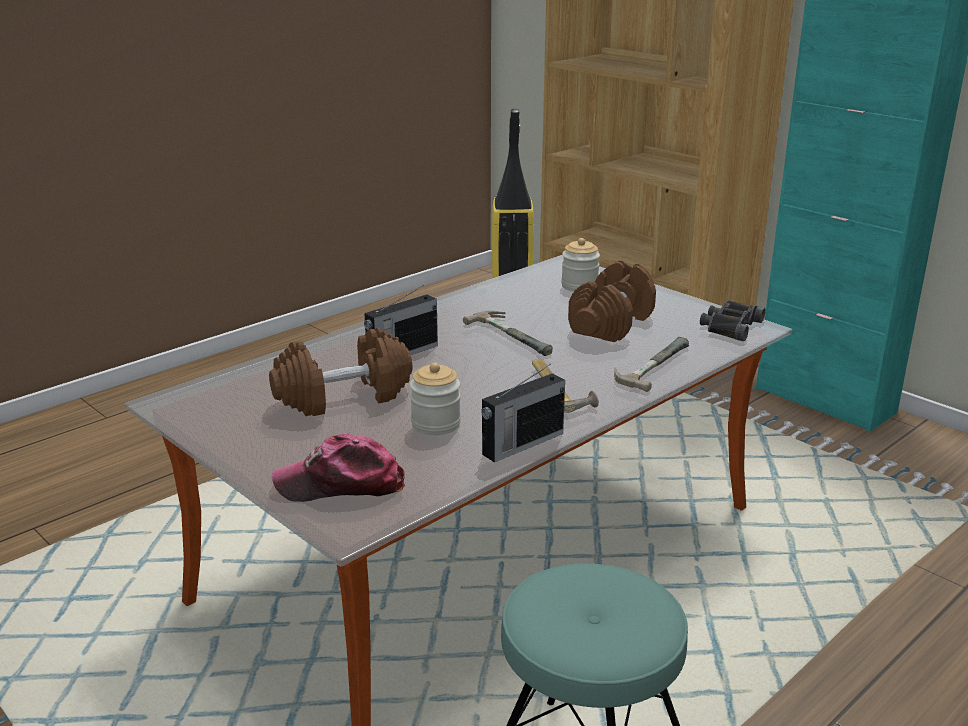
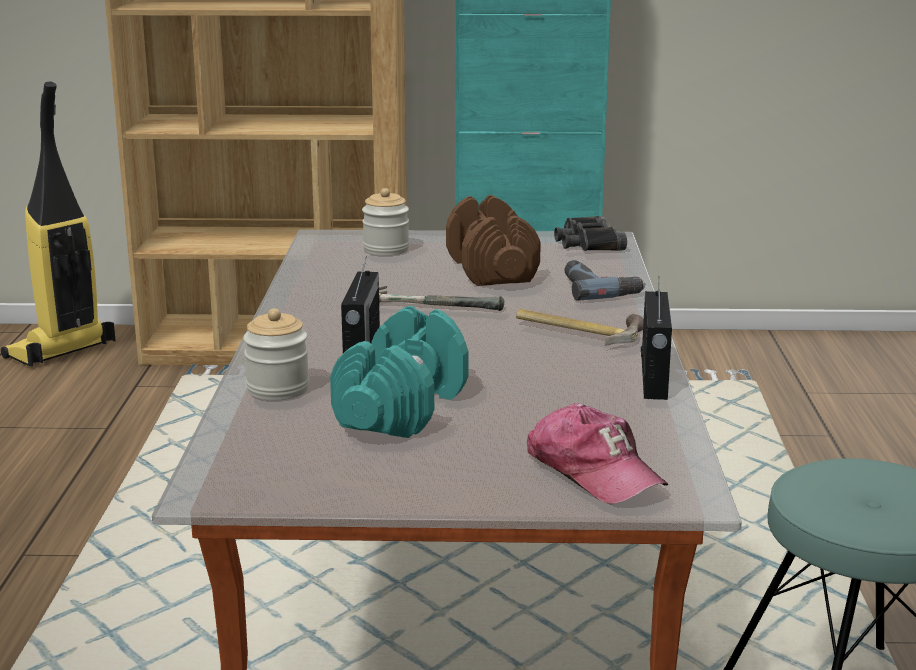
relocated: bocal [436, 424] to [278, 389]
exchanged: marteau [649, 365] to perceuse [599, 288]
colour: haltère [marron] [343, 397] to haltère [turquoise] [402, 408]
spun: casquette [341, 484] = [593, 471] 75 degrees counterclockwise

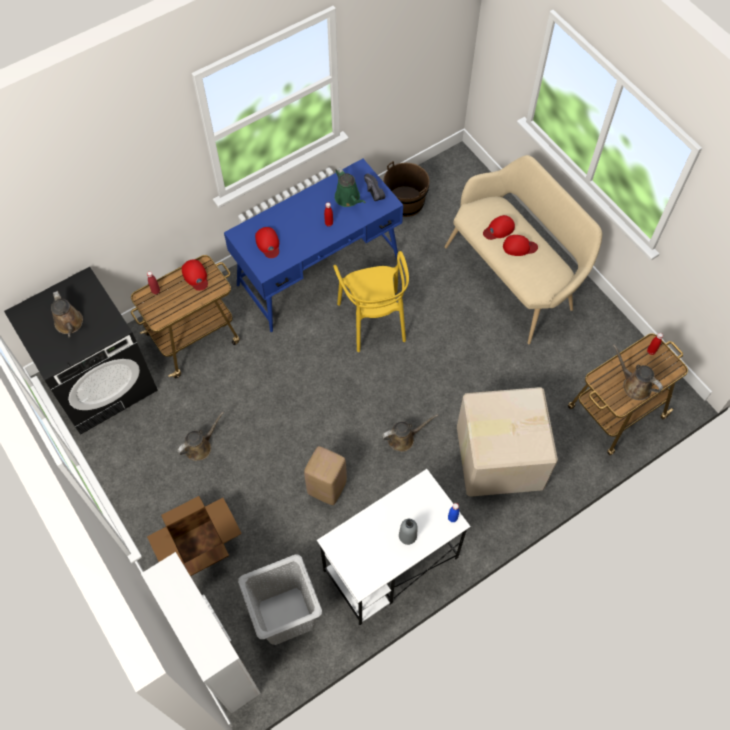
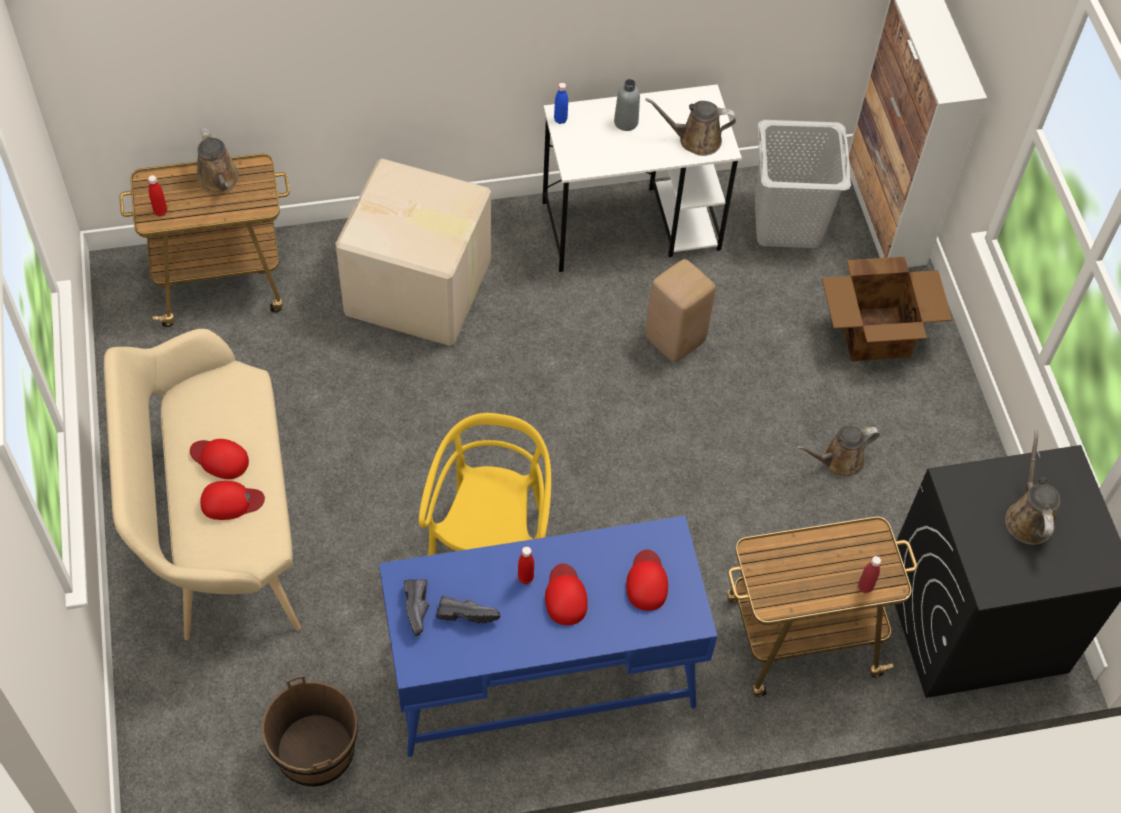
relocated: casquette [rouge] [195, 276] to [565, 596]; arrosoir [marron] [403, 438] to [695, 140]
exchanged: arrosoir [vert] [348, 199] to chaussure [noir] [467, 612]

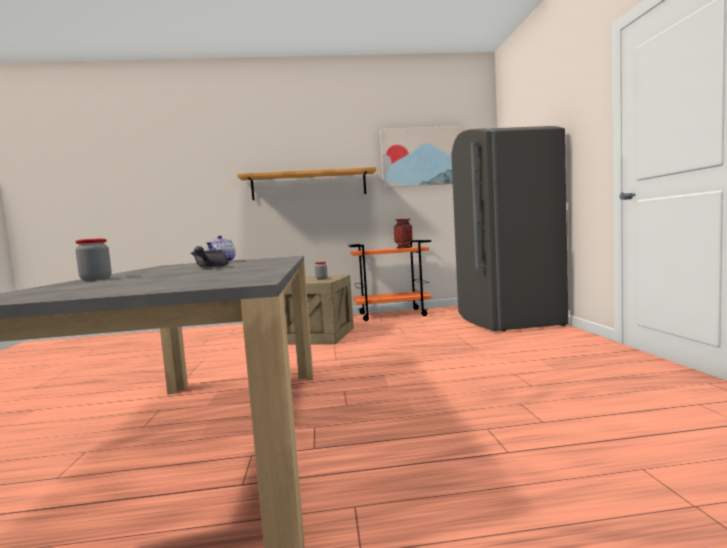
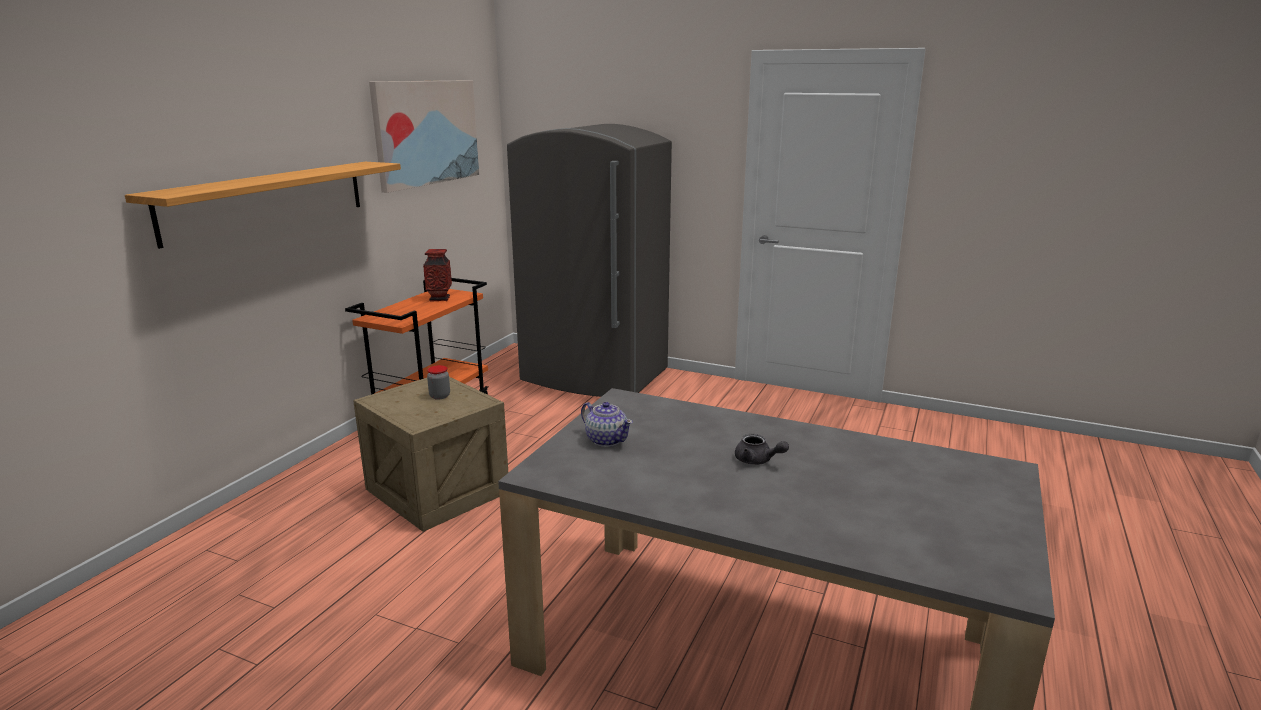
missing: bocal [96, 279]

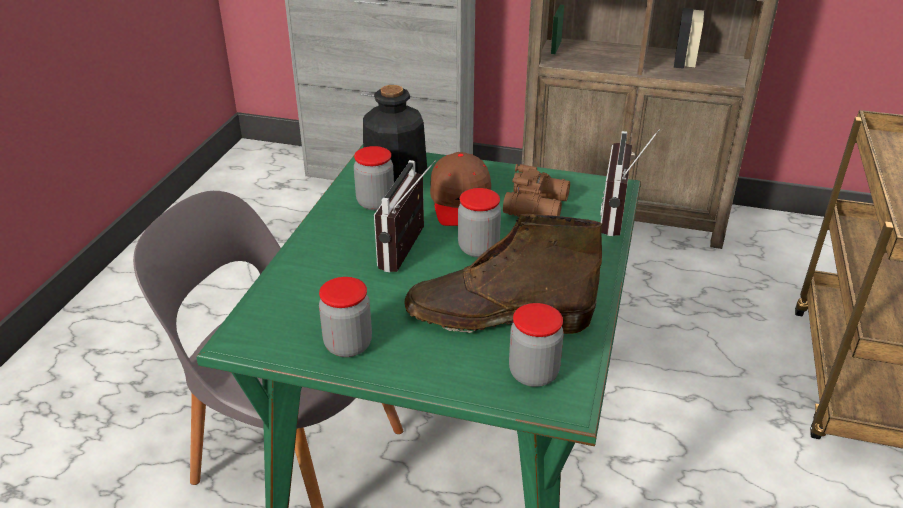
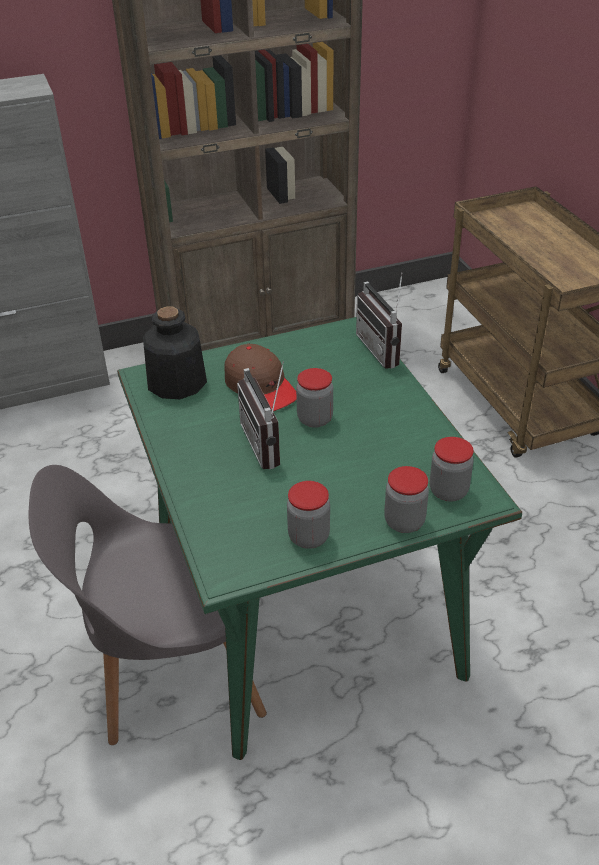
missing: botte [marron] [496, 316]; jumelles [marron] [538, 206]
relocated: bocal [375, 203] to [404, 522]

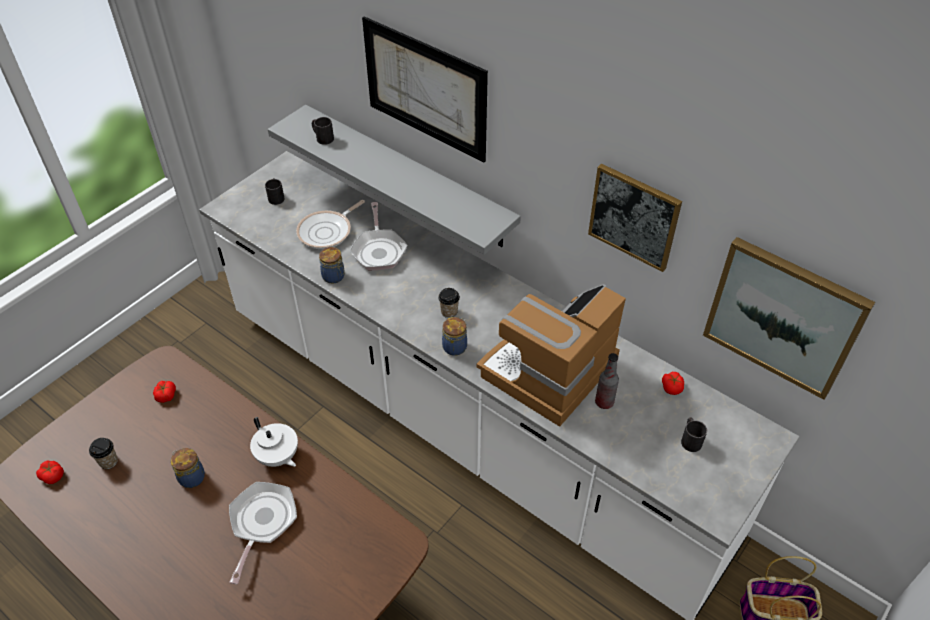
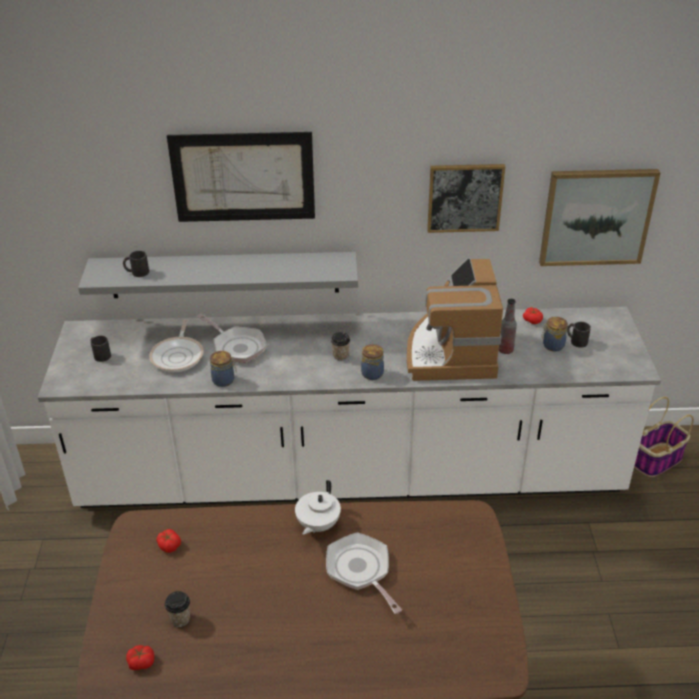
relocated: bocal [191, 477] to [552, 345]
spun: théière [blanc] [277, 457] = [317, 525] 105 degrees clockwise

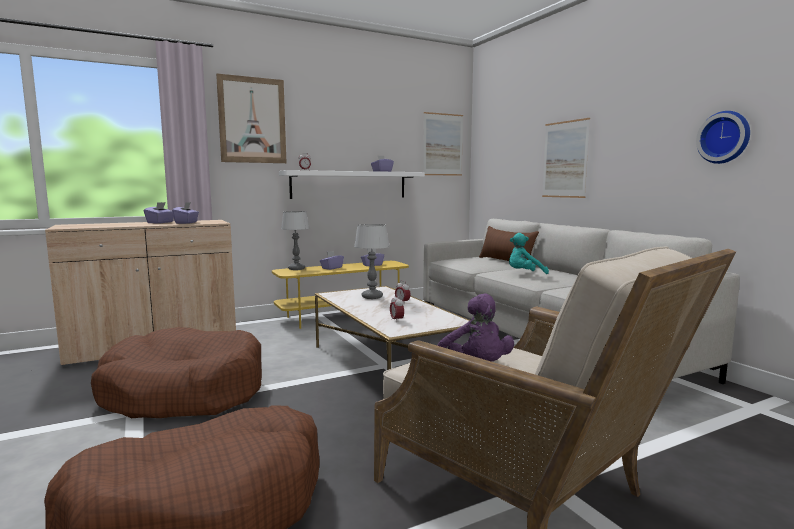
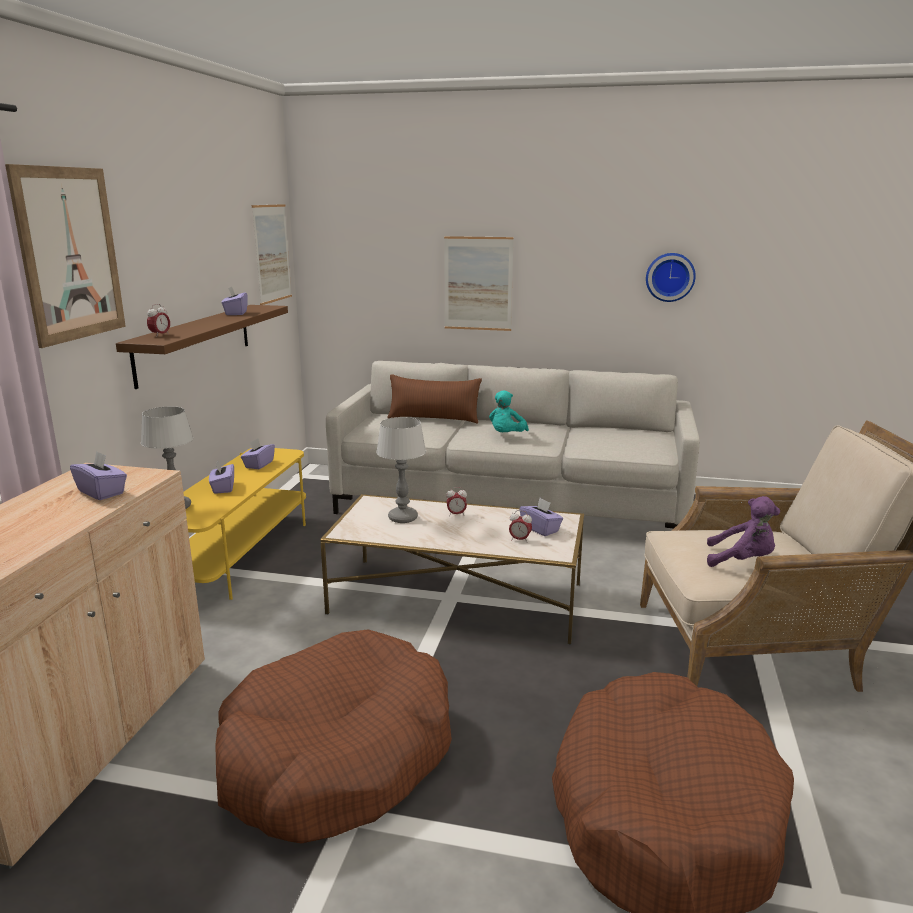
relocated: boîte à mouchoirs [violet] [160, 222] to [540, 529]
colour: étagère [blanc] [349, 185] to étagère [marron] [195, 343]

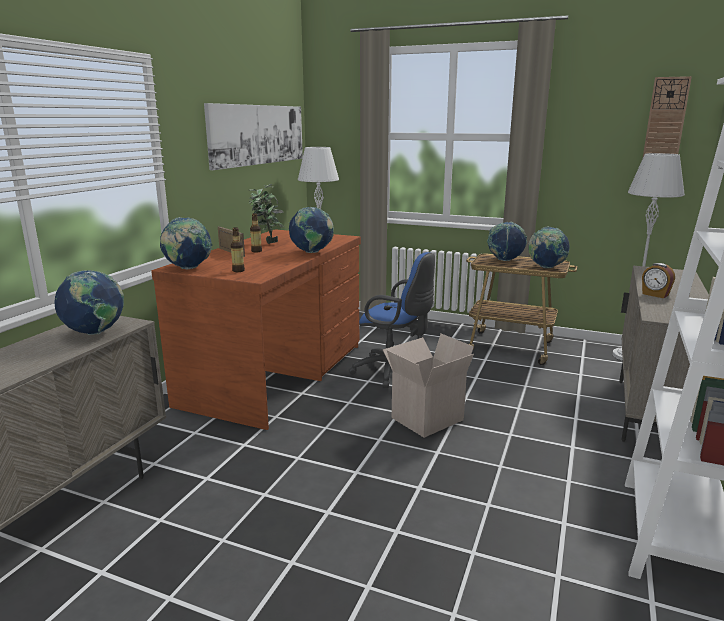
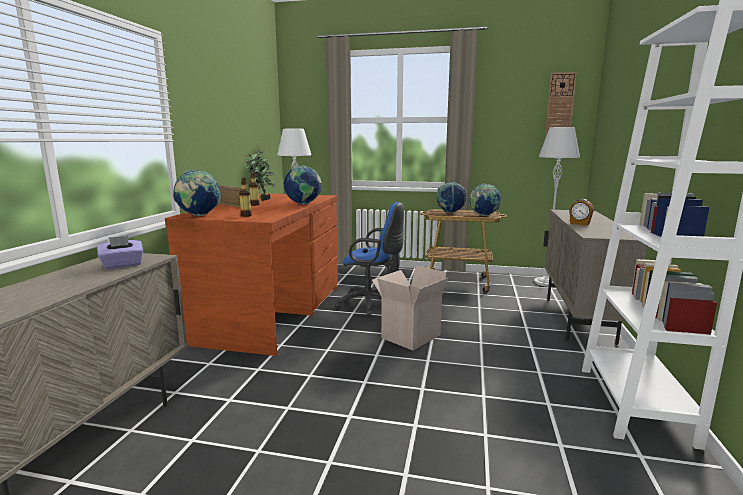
missing: tableau [258, 134]
exchanged: globe [95, 333] to boîte à mouchoirs [violet] [122, 265]

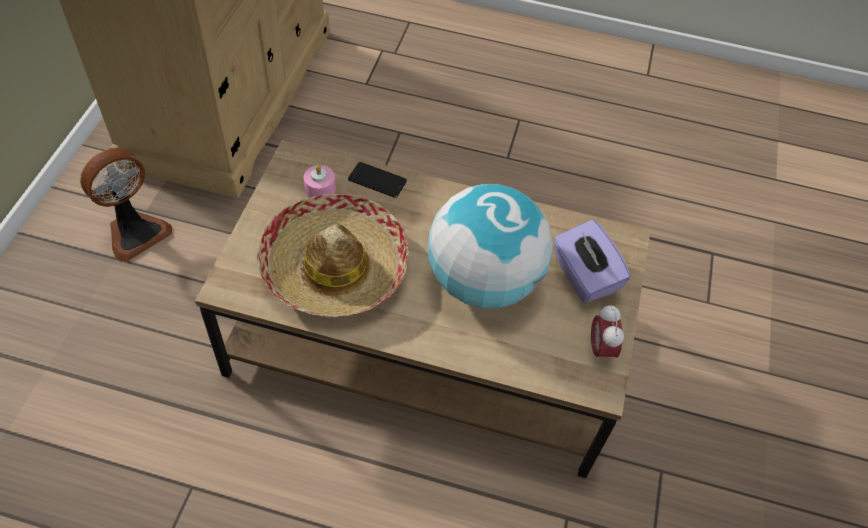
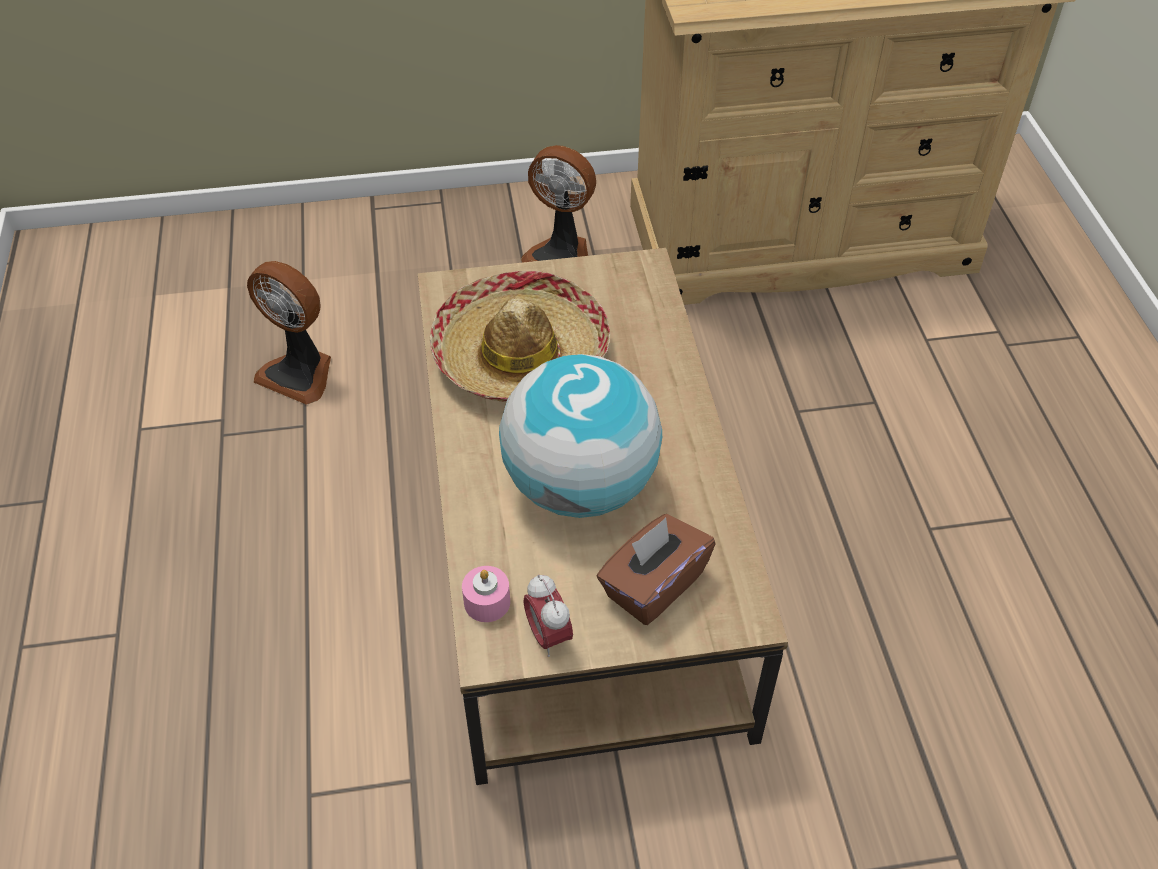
missing: téléphone [377, 180]
appeared: ventilateur [300, 373]
relocated: bougie [rose] [320, 190] to [487, 602]
colour: boîte à mouchoirs [violet] [583, 276] to boîte à mouchoirs [marron] [653, 585]
spun: réveil [600, 349] = [548, 636] 90 degrees counterclockwise

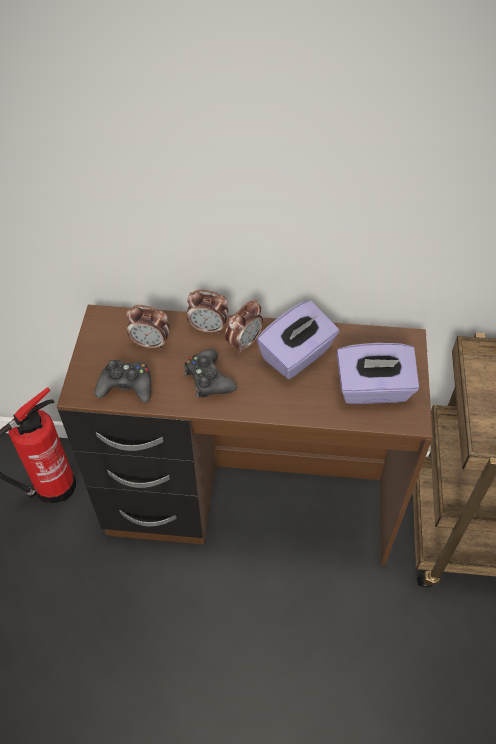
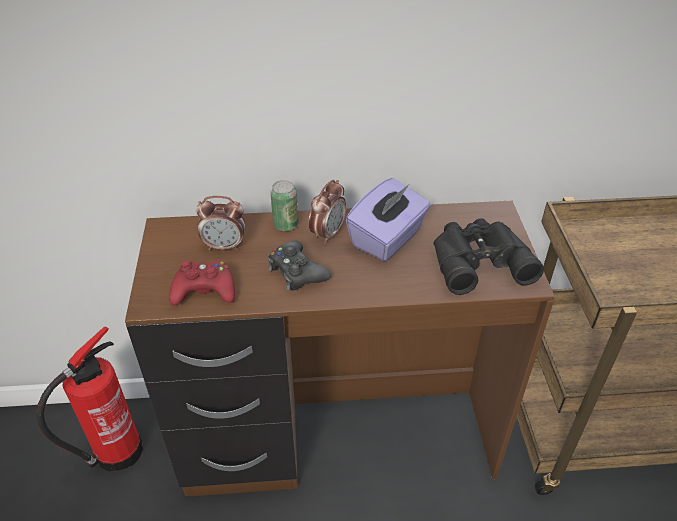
exchanged: réveil [208, 328] to boîte métallique [286, 225]; boîte à mouchoirs [violet] [373, 389] to jumelles [noir] [477, 260]
colour: manette [noir] [126, 386] to manette [rouge] [204, 290]

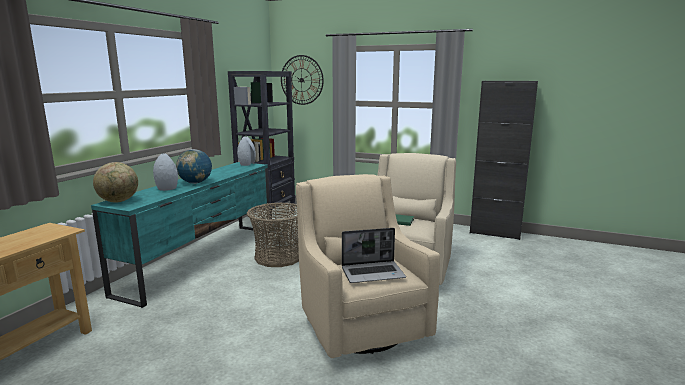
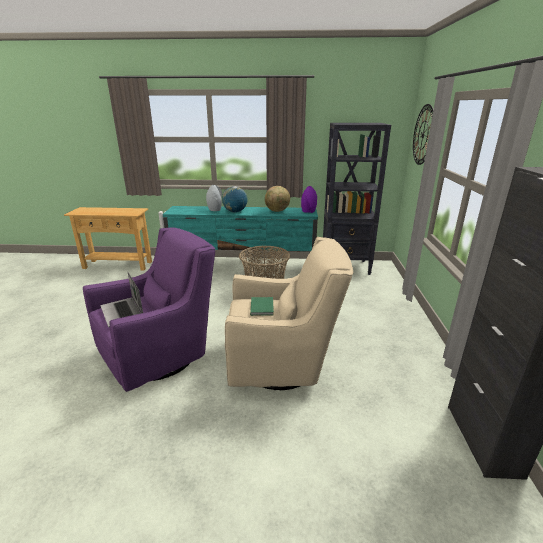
relocated: globe [119, 201] to [277, 211]
colour: vase [gris] [247, 164] to vase [violet] [309, 211]; fauteuil [beige] [359, 325] to fauteuil [violet] [161, 354]

